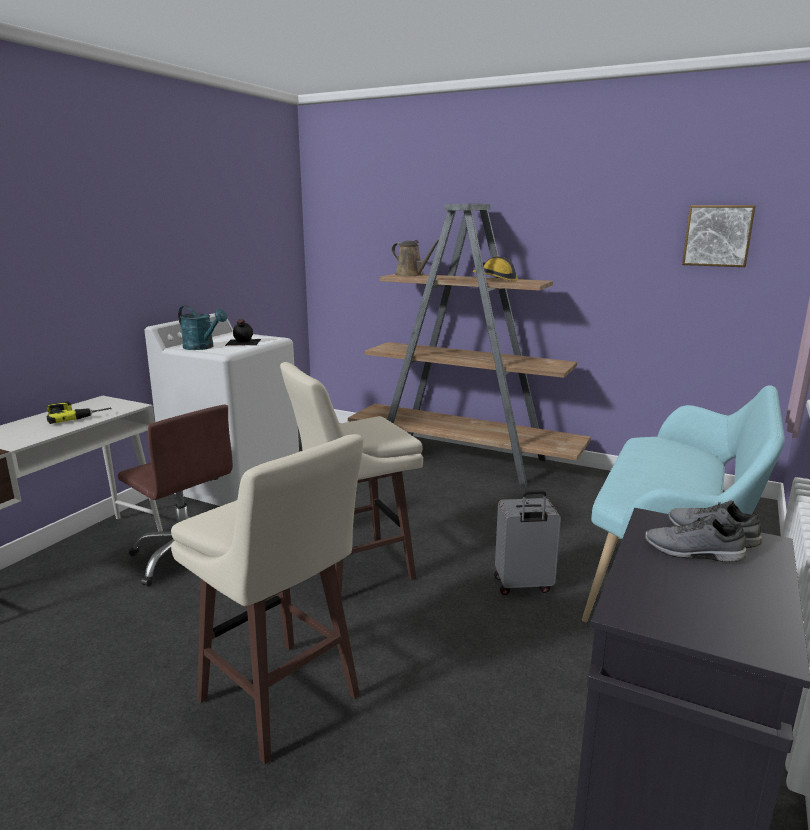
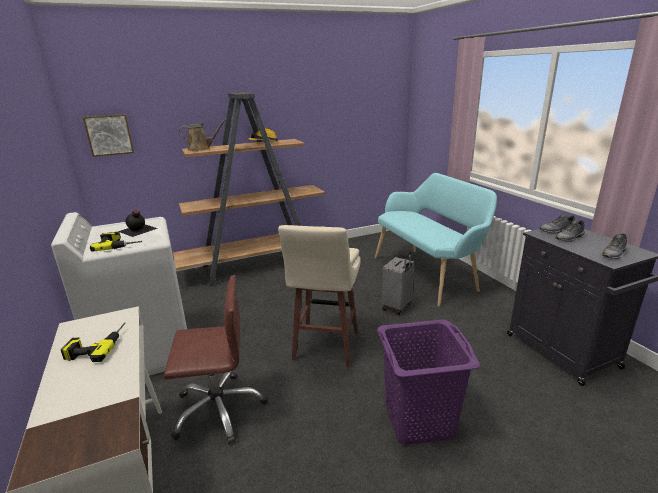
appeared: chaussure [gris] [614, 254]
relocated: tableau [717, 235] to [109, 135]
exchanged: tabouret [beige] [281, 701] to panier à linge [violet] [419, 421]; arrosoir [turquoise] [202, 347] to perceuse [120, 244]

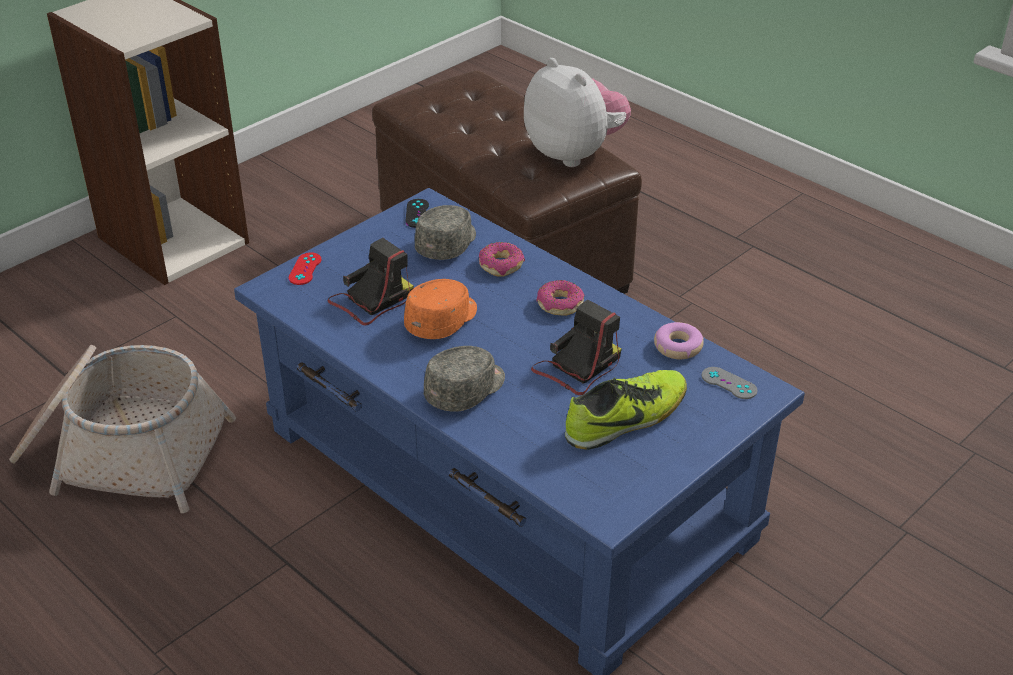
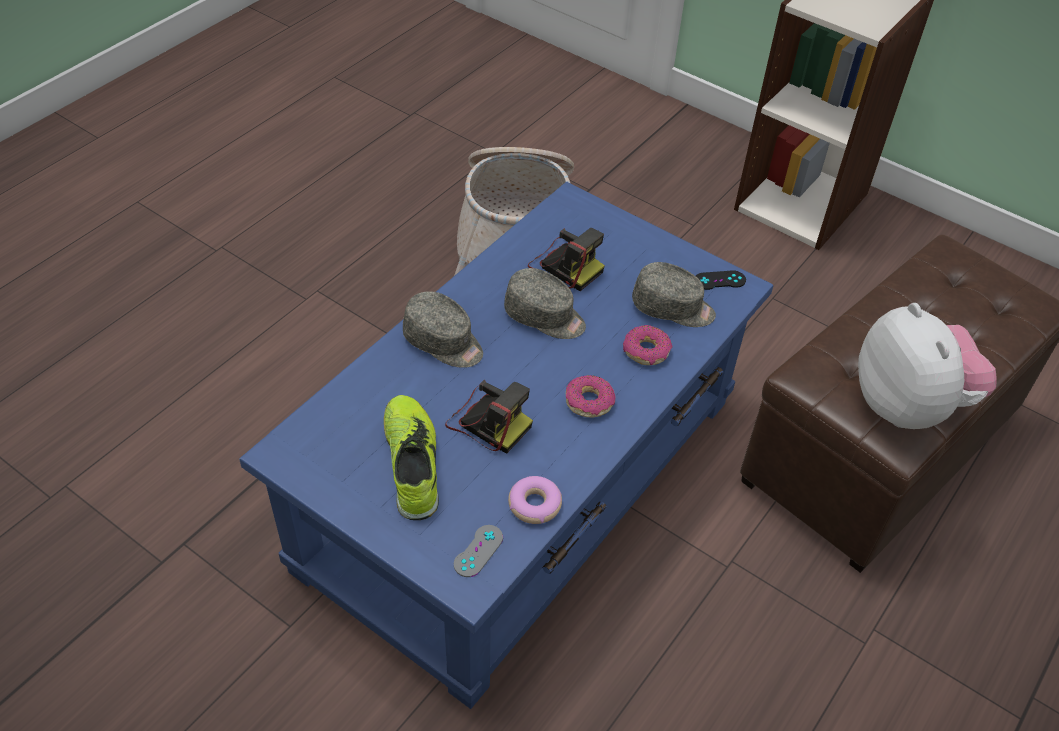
missing: manette [rouge] [305, 269]
colour: casquette [orange] [443, 320] to casquette [gris] [545, 317]
spun: peluche [574, 154] = [908, 406] 60 degrees counterclockwise; chaussure [626, 419] = [412, 463] 150 degrees counterclockwise

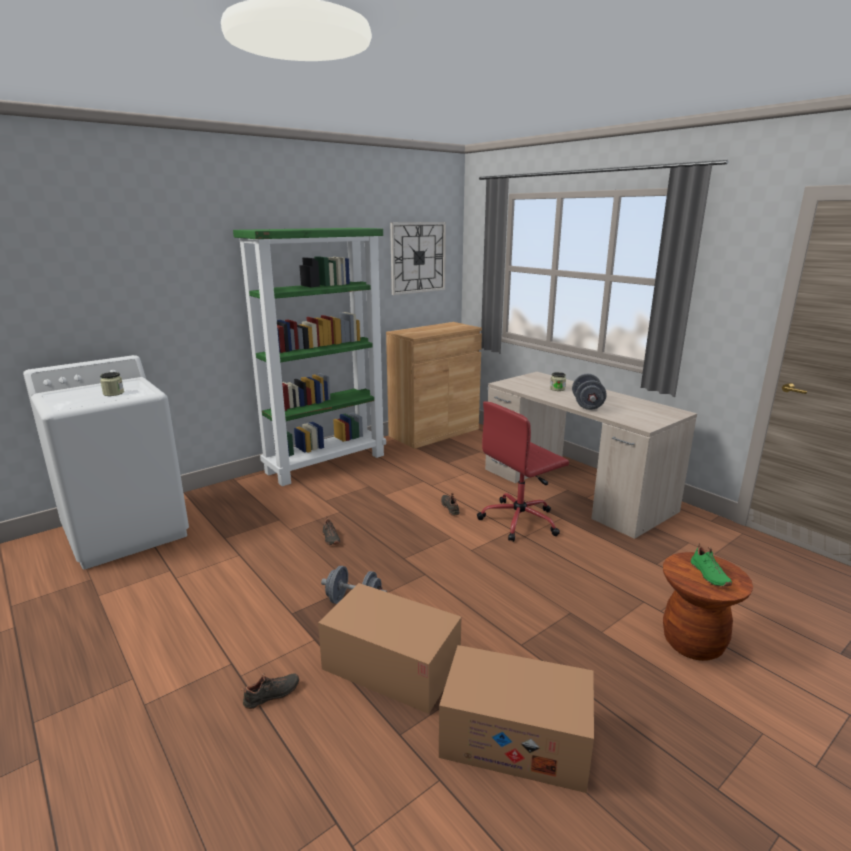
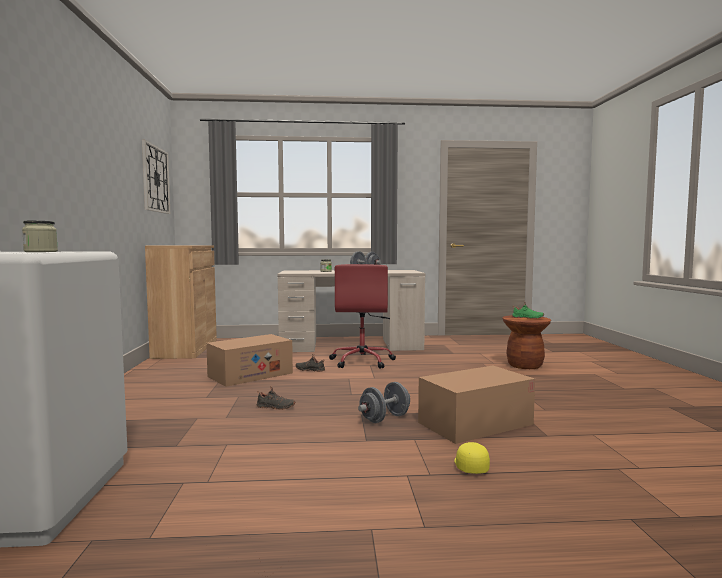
missing: bibliothèque [vert] [326, 463]
relocated: carton [515, 738] to [250, 375]
exchanged: chaussure [noir] [272, 695] to casquette [jaune] [470, 466]

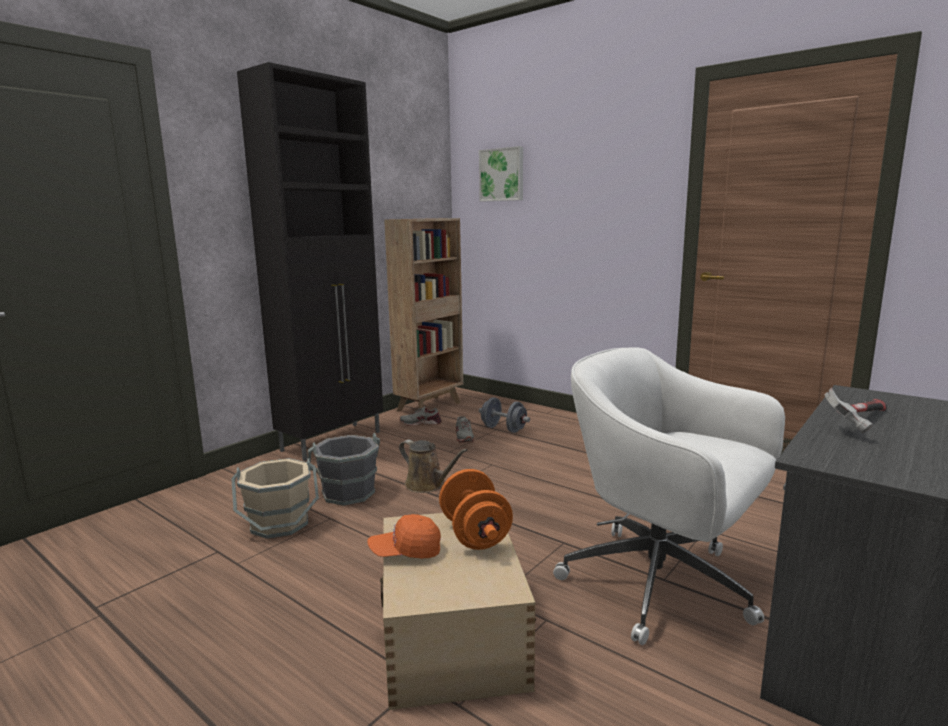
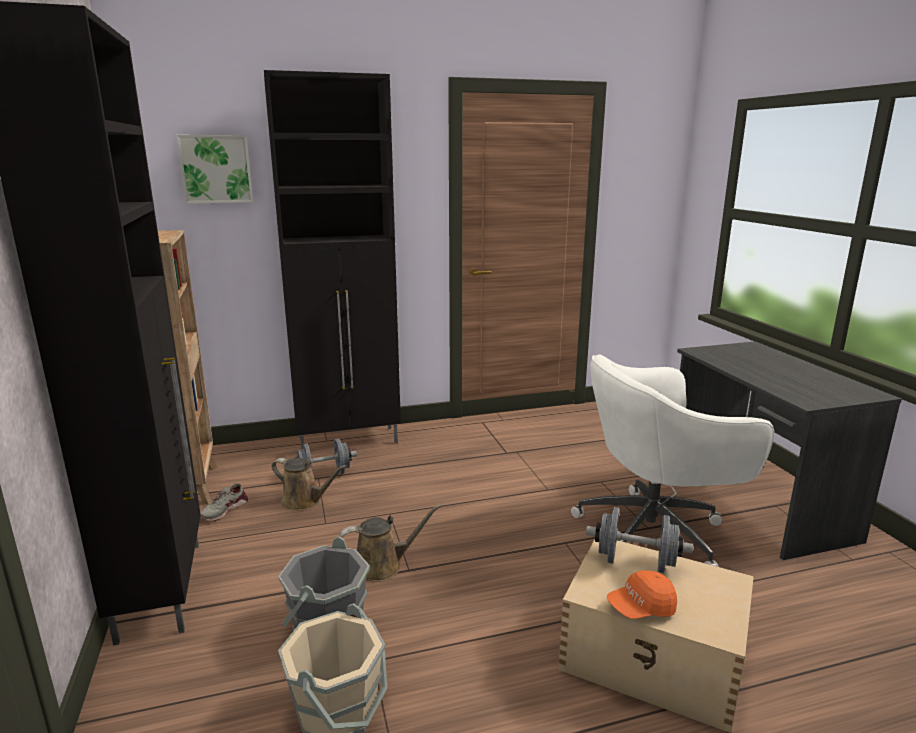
missing: marteau [858, 423]
appeared: meuble de rangement [noir] [350, 441]
exchanged: chaussure [gris] [463, 436] to arrosoir [marron] [305, 501]
colour: haltère [orange] [475, 534] to haltère [gris] [635, 562]
spun: casquette [orange] [405, 551] = [641, 608] 45 degrees clockwise

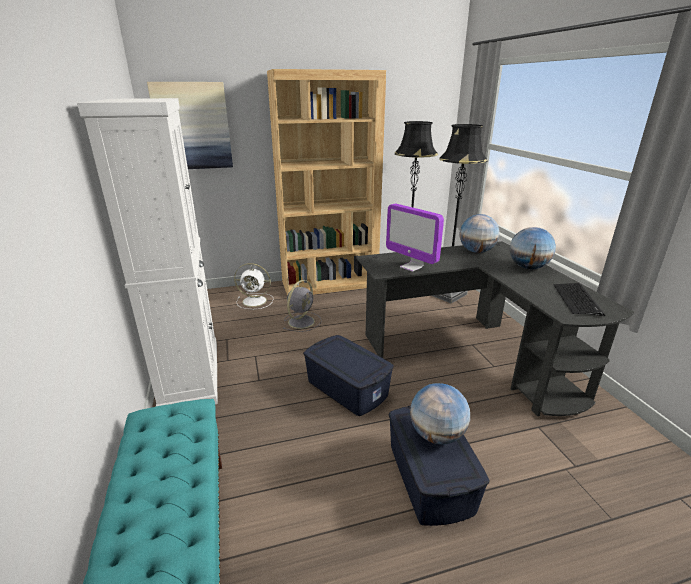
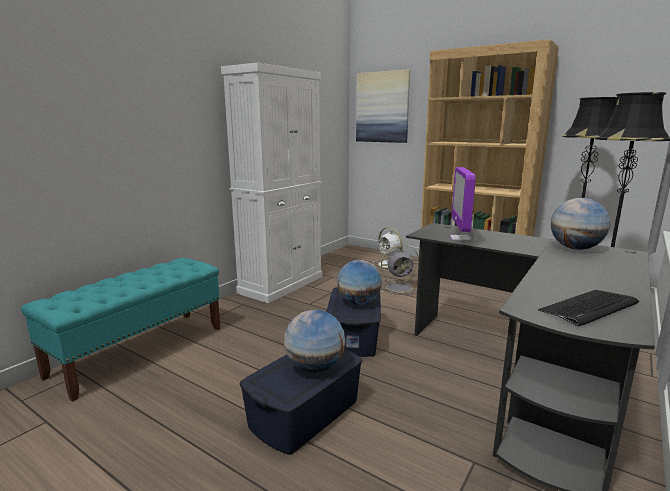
relocated: globe [528, 267] to [358, 303]

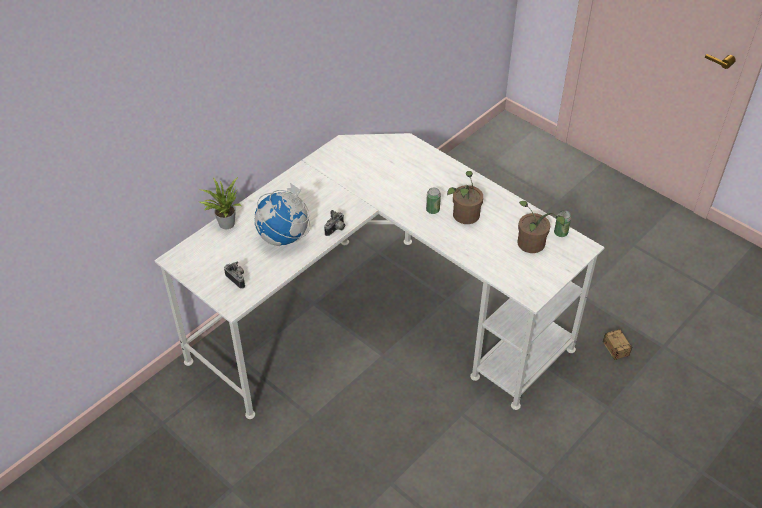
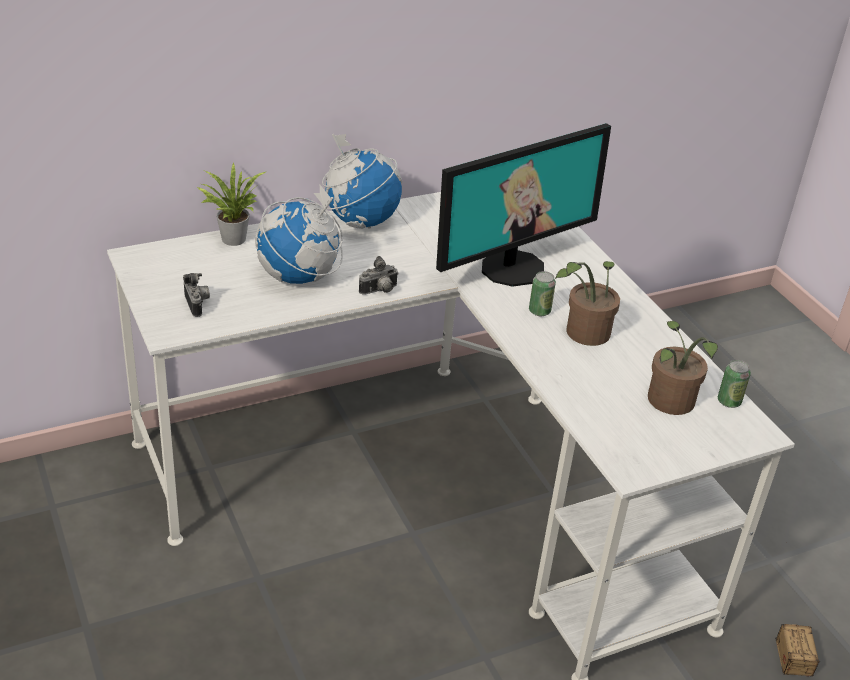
appeared: globe [360, 221]; écran d'ordinateur [512, 267]

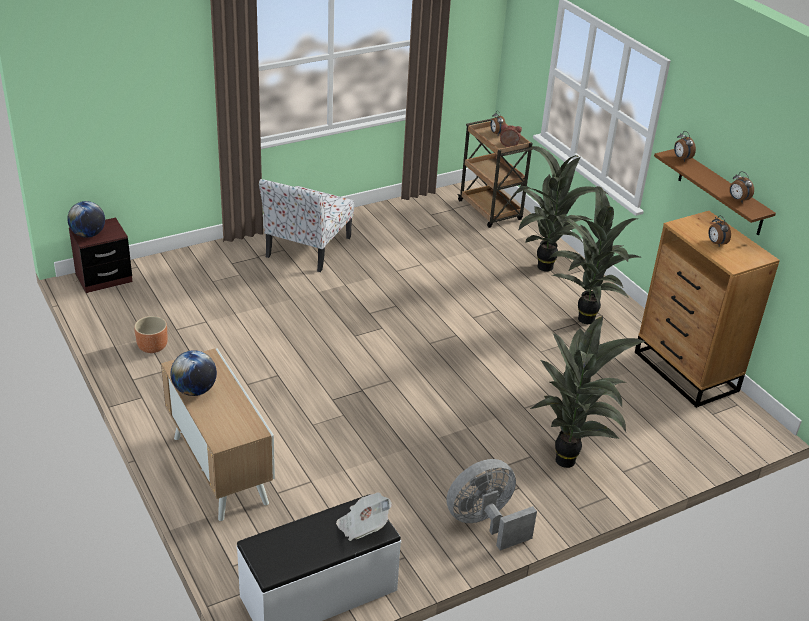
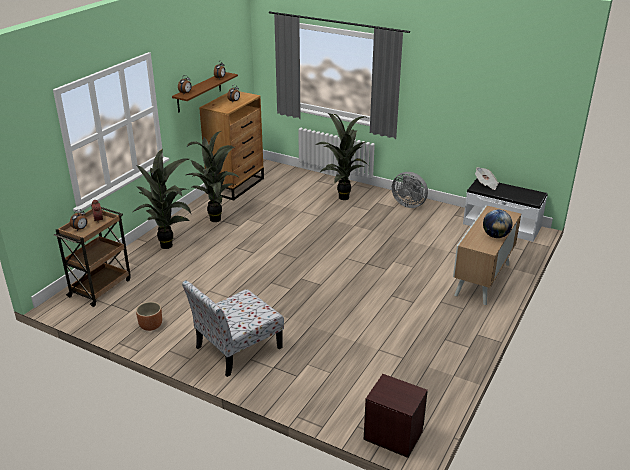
missing: globe [88, 234]
relocated: cache-pot [marron] [153, 347] to [150, 326]
spun: chaise [307, 248] = [237, 348] 150 degrees clockwise

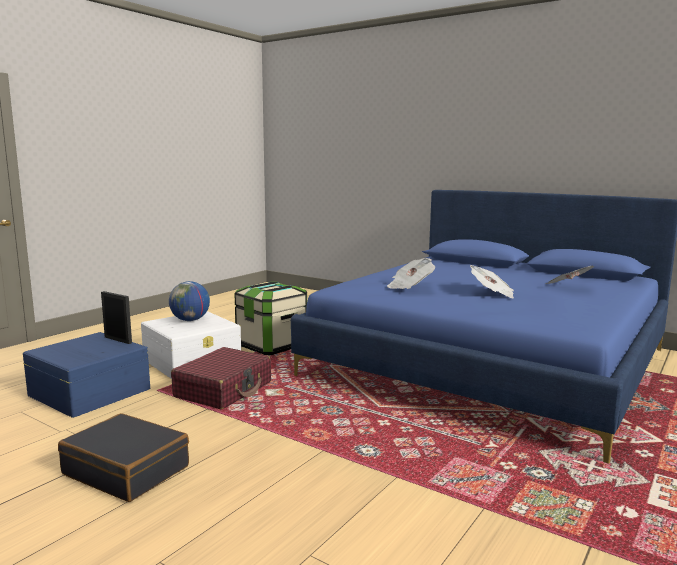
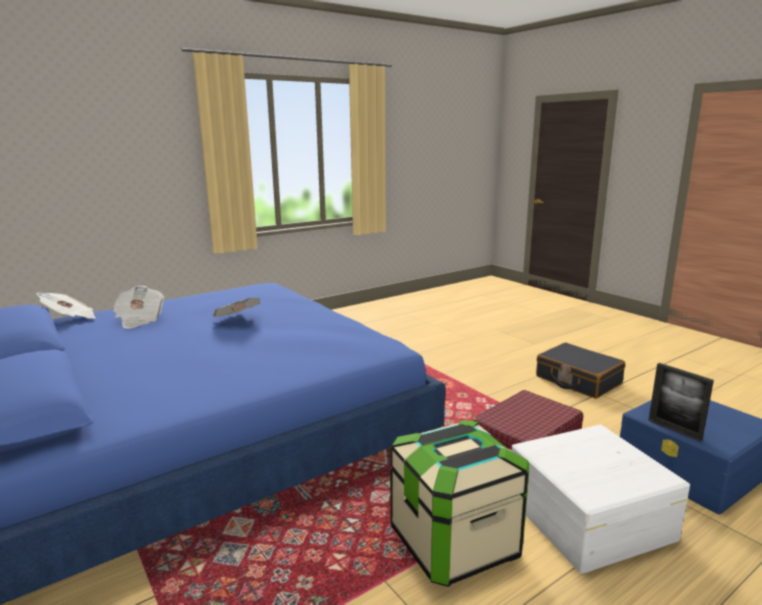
missing: globe [190, 320]
relocated: journal [410, 286] to [70, 318]

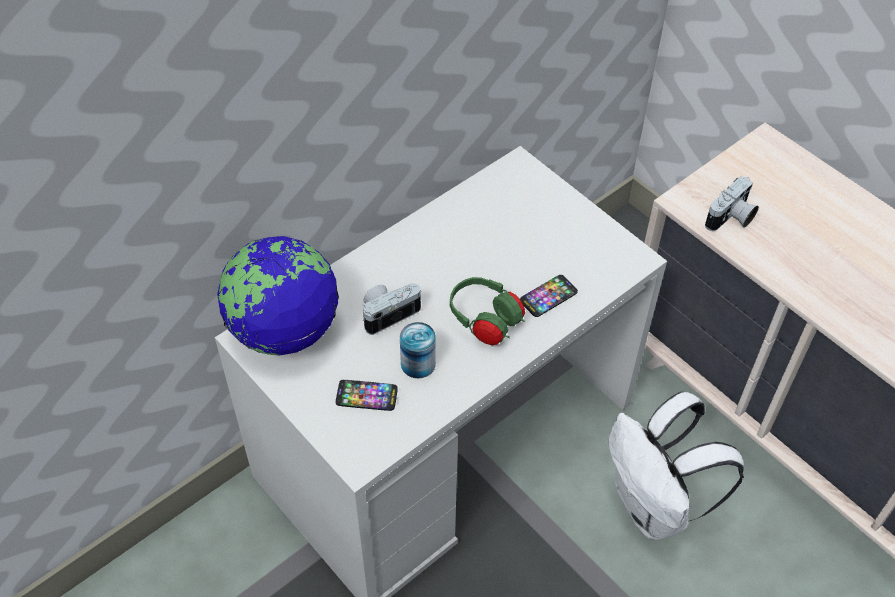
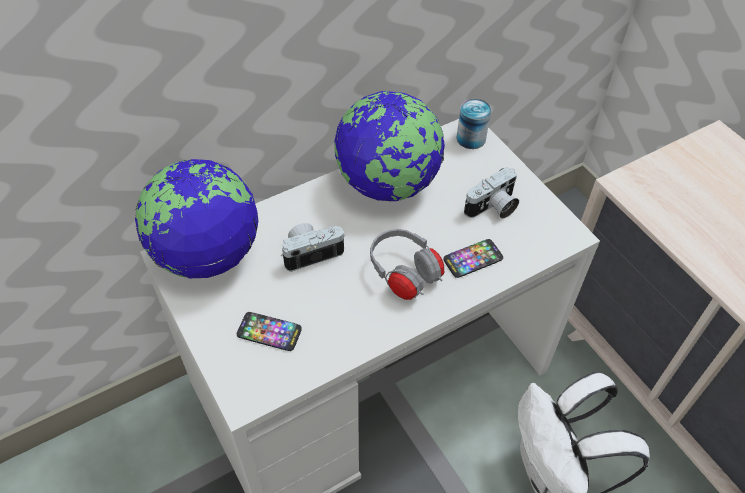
appeared: globe [388, 184]
relocated: boîte métallique [418, 363] to [471, 138]; appareil photo [731, 218] to [493, 208]
colour: casque audio [vert] [485, 321] to casque audio [gris] [404, 274]

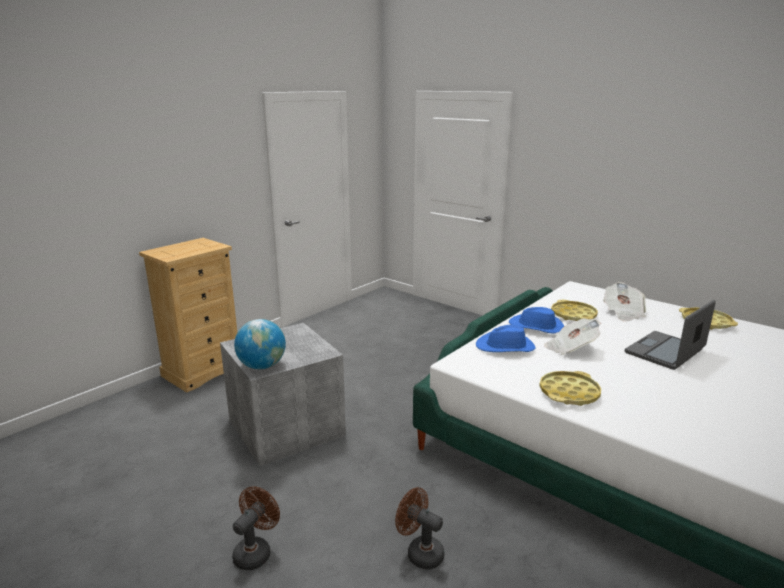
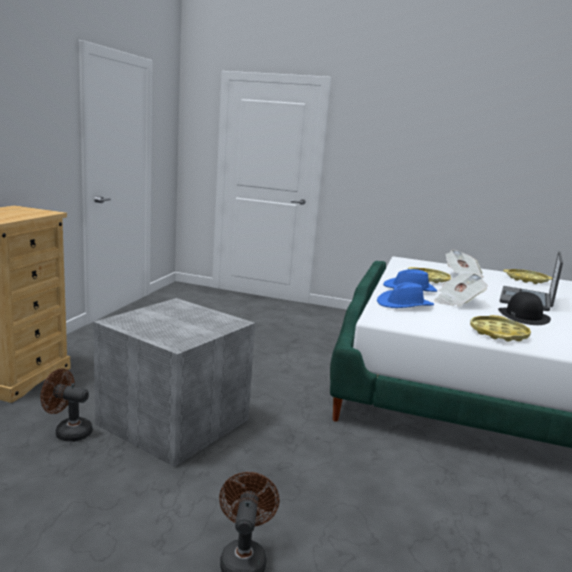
missing: globe [262, 366]
appeared: chapeau [noir] [523, 316]
relocated: ventilateur [marron] [420, 552] to [68, 432]

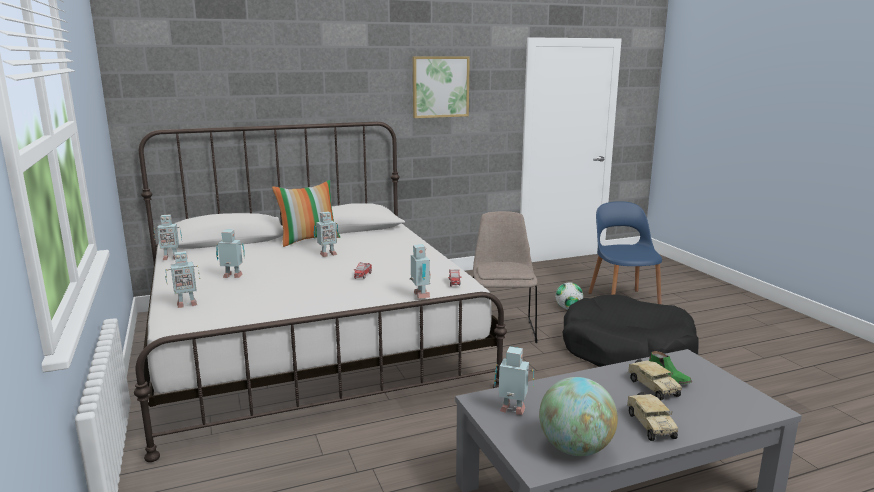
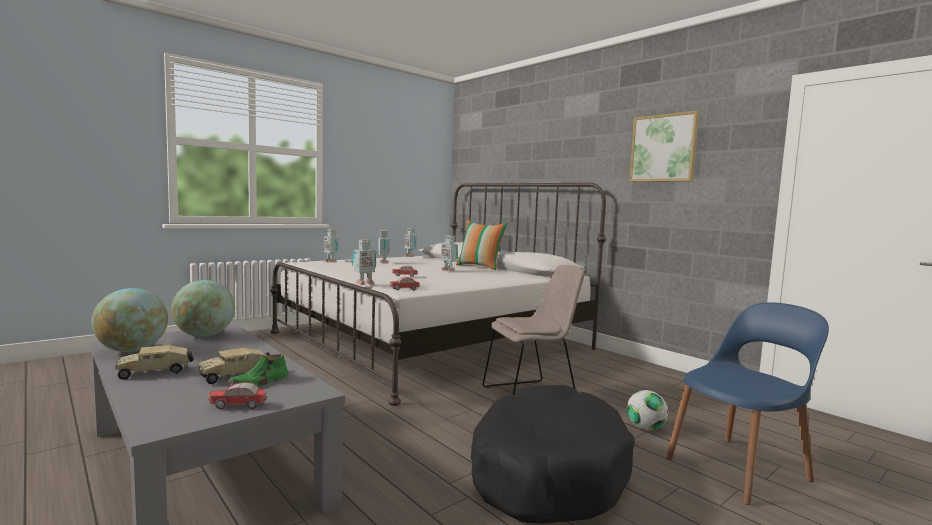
appeared: petite voiture [238, 406]
exchanged: robot jouet [513, 411] to globe [204, 335]

